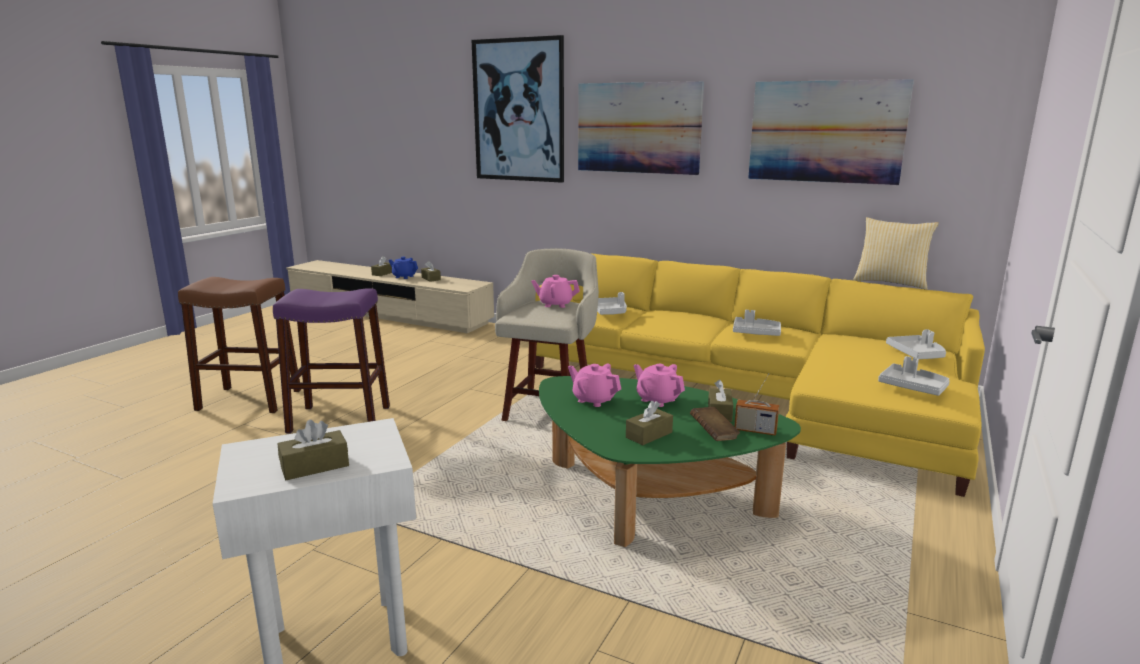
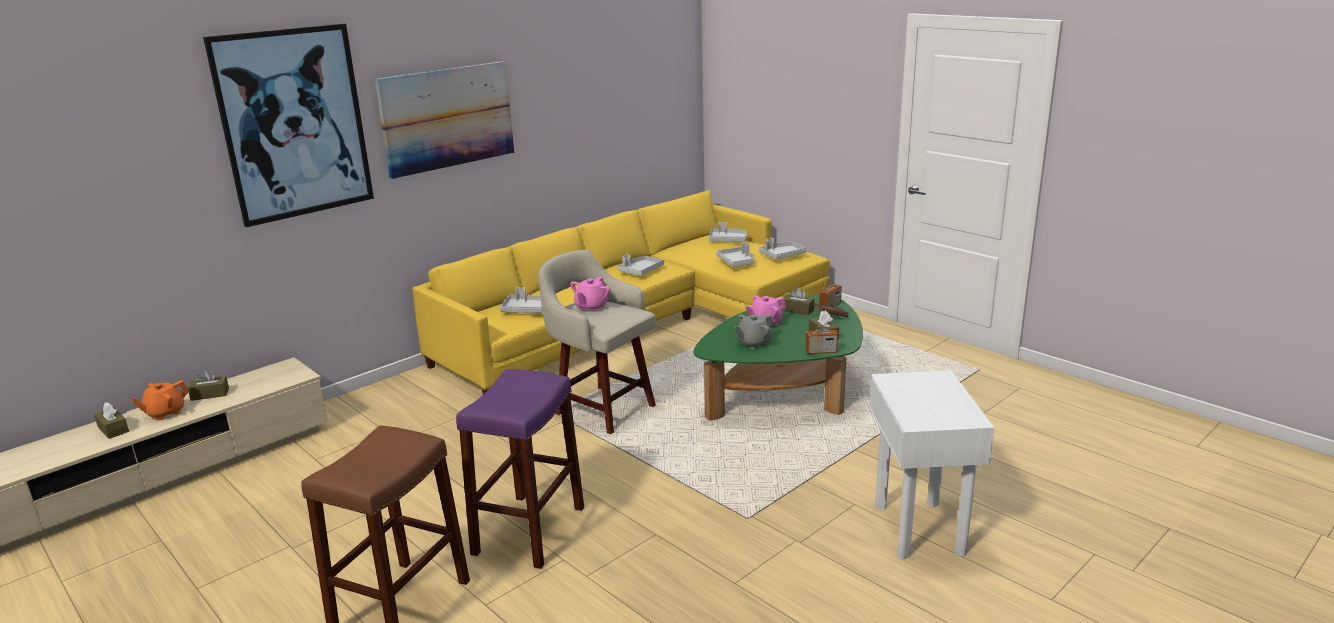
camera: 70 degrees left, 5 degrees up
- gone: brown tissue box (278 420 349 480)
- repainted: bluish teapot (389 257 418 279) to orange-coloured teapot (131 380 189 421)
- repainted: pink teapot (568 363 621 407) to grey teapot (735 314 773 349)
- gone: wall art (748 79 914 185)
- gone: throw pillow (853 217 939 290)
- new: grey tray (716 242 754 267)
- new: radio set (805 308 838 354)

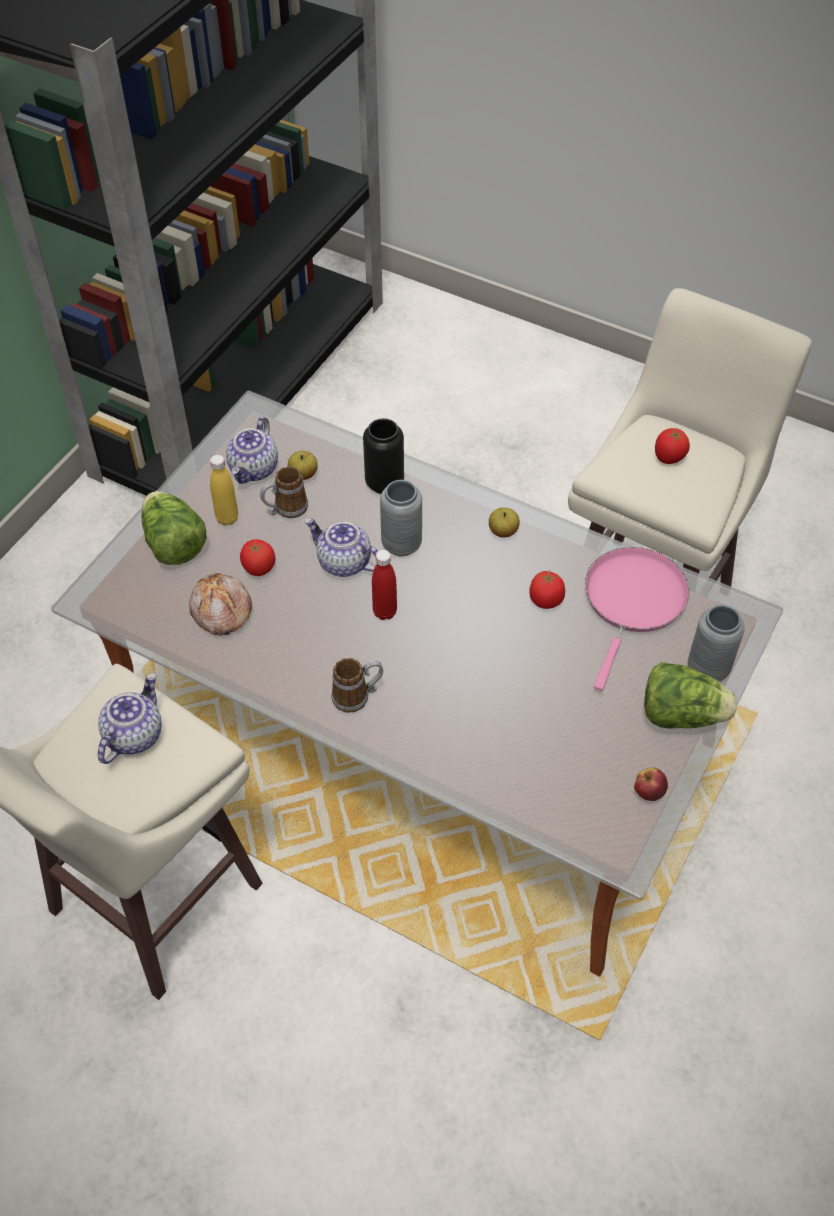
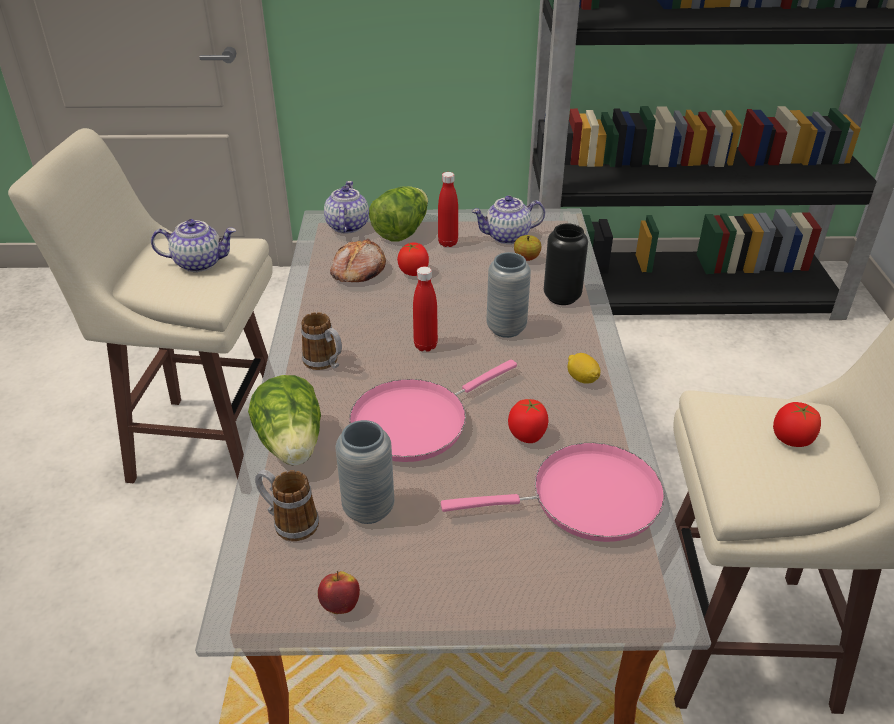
camera: 60 degrees right, 15 degrees down
- repainted: yellow drink bottle (210 455 238 525) to reddish drink bottle (438 172 458 247)
- shifted: coffee mug (260 466 308 518) to (255 470 319 541)
- shifted: teapot (304 518 378 577) to (324 181 369 234)
- swapped: apple (489 507 520 538) to whole lemon (567 353 601 384)
- shifted: head of lettuce (644 662 737 729) to (248 375 321 465)
- shifted: grey flower vase (688 605 745 682) to (336 420 394 524)
- new: pink skillet (349 359 517 462)

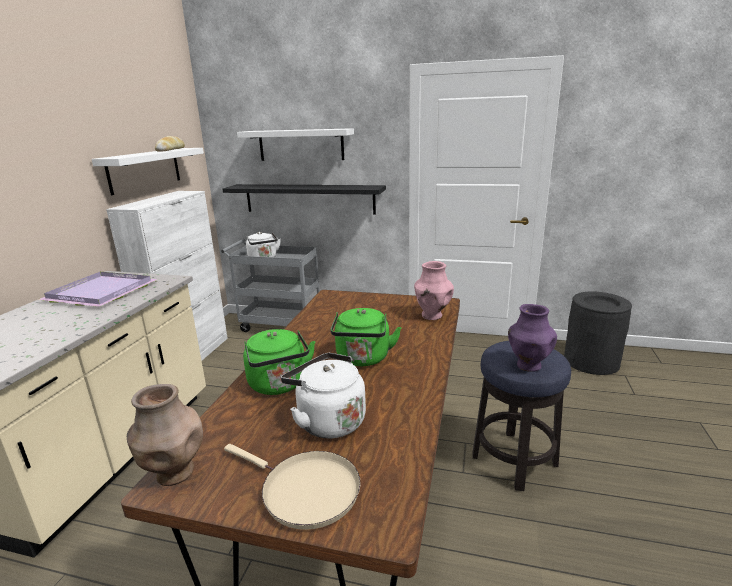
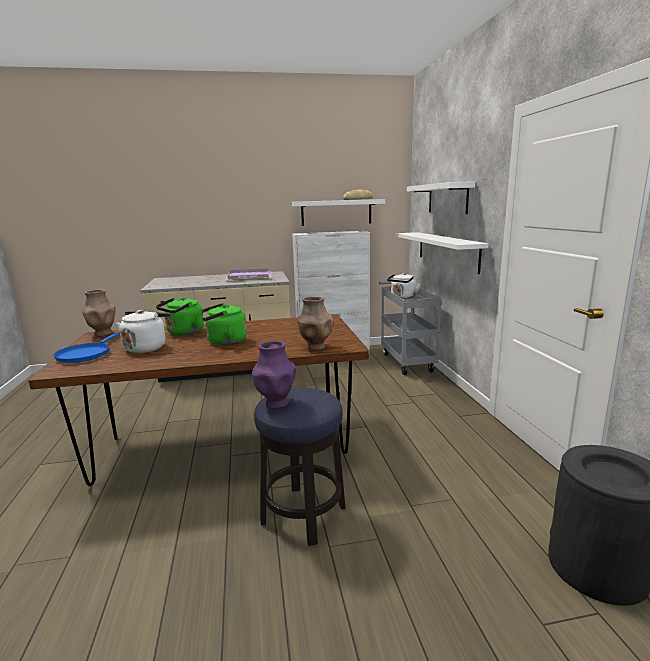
camera: 65 degrees right, 5 degrees down
- repainted: black-coloured wall shelf (223 184 386 215) to white wall shelf (396 232 489 274)
- repainted: beige skillet (224 444 361 530) to bluish skillet (53 333 119 363)
- repainted: pink flower vase (414 261 454 320) to brown flower vase (297 296 333 351)

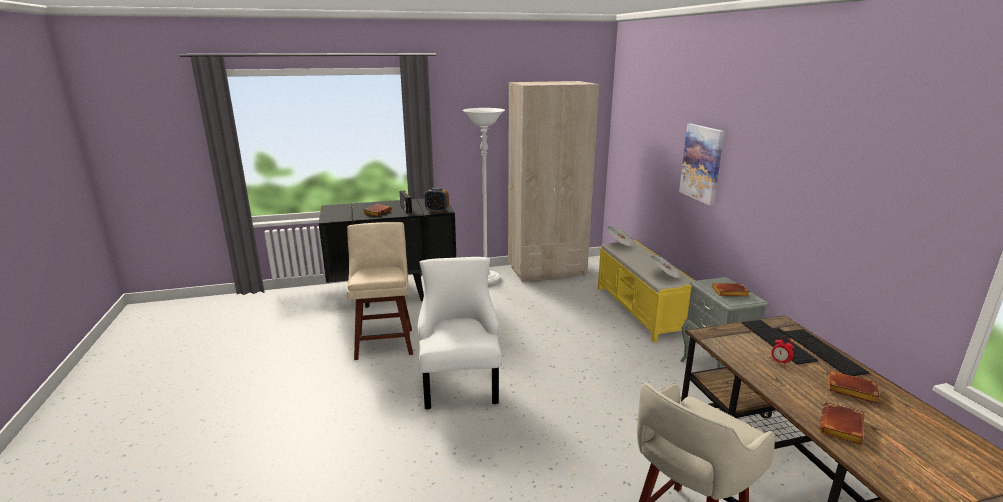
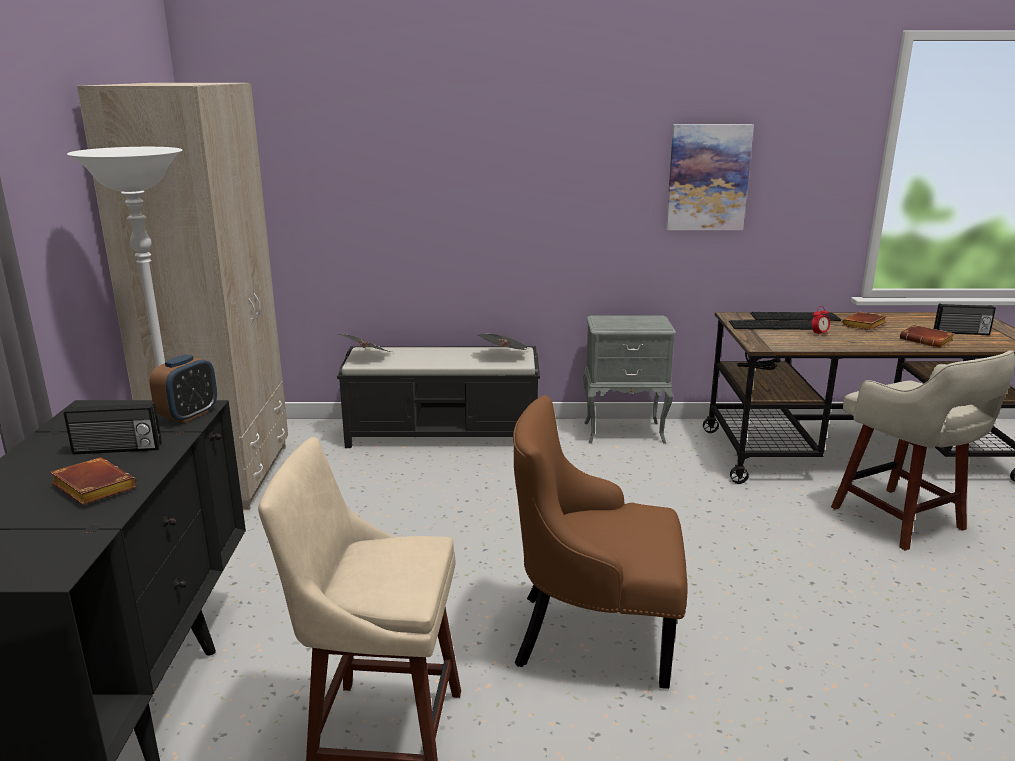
camera: 75 degrees left, 0 degrees up
- repainted: white plain chair (418 257 502 410) to brown plain chair (513 395 688 689)
- repainted: yellow long seat (598 240 695 343) to black-coloured long seat (337 346 540 448)
- shifted: wall art (679 124 725 206) to (666 124 754 230)
- gone: brown volume (712 283 750 296)
- new: radio set (934 303 996 335)

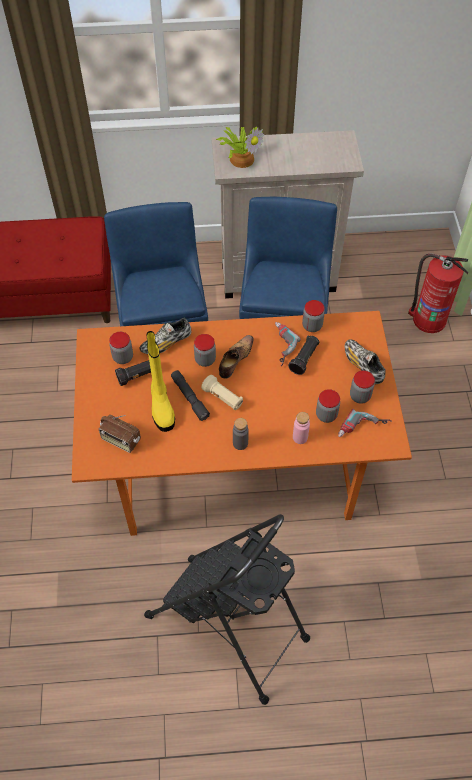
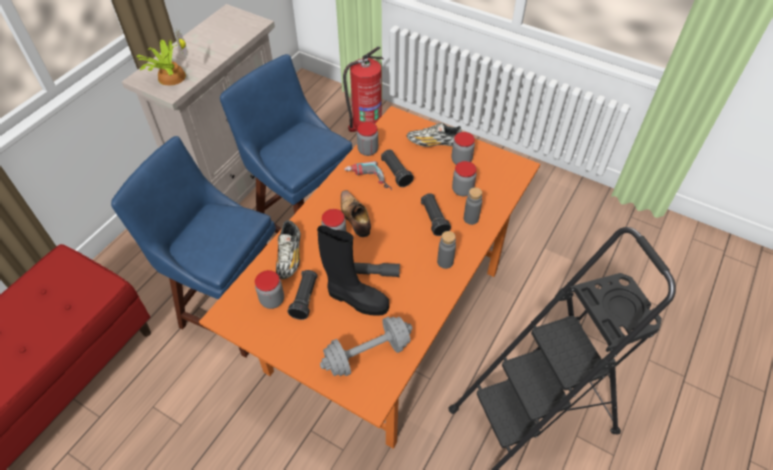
camera: 55 degrees left, 5 degrees down
- swapped: radio set (99 415 141 453) to grey free weight (320 316 412 376)
- repainted: yellow boot (147 331 175 432) to black-coloured boot (317 225 389 316)
- gone: beige torch (201 375 243 410)
- repainted: pink drink bottle (293 412 310 444) to grey drink bottle (464 187 482 225)
- gone: power drill (338 409 392 437)
- new: black-coloured torch (421 193 451 236)

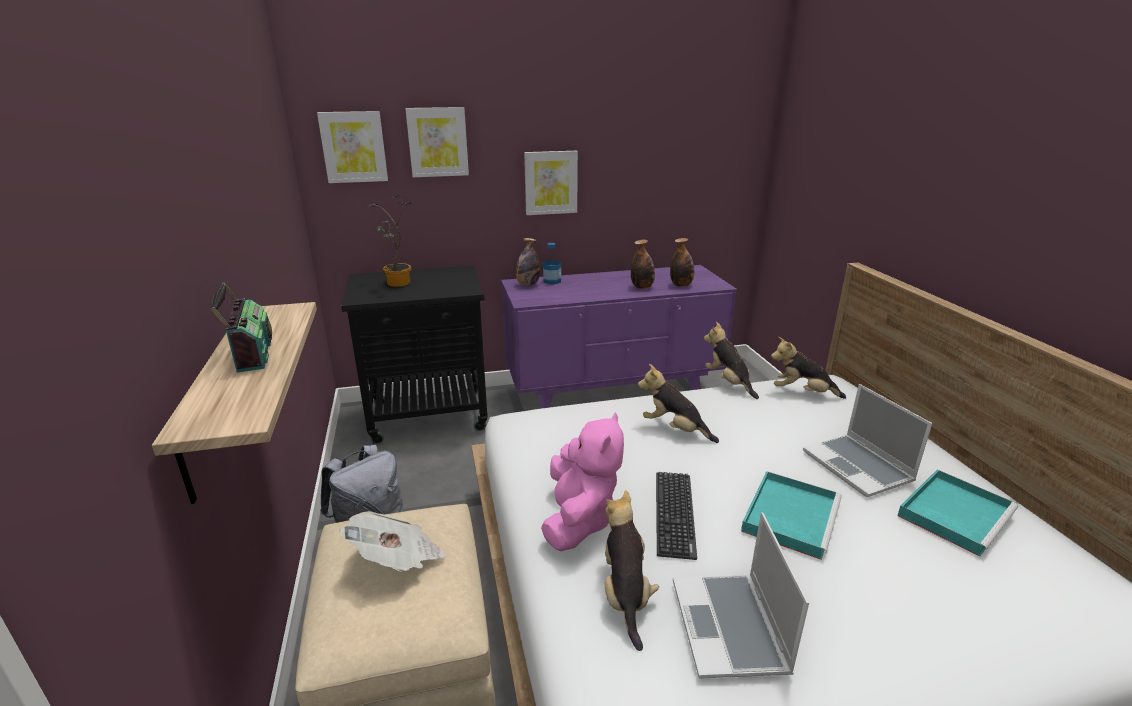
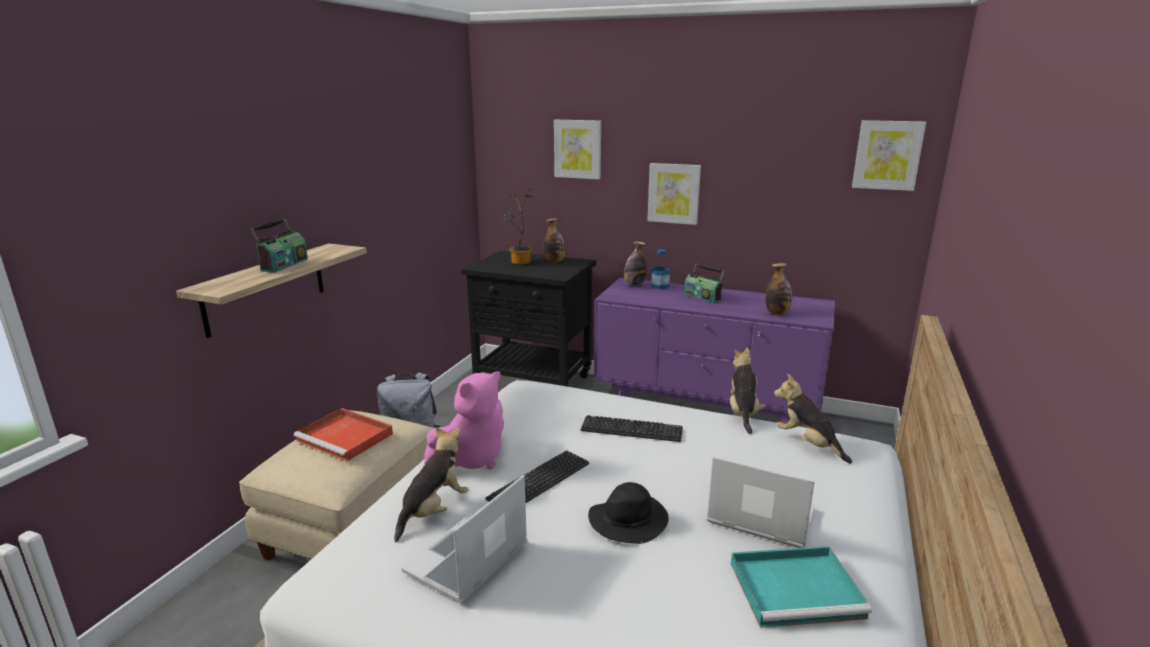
camera: 35 degrees right, 5 degrees down
- shifted: wall art (317 111 388 183) to (852 120 926 191)
- swapped: newspaper (339 511 446 572) to reddish tray (294 408 393 461)
- shifted: drink bottle (631 239 655 289) to (544 218 565 262)
- swapped: cuddly toy (638 364 719 443) to PC keyboard (580 415 683 442)
- swapped: blue-green tray (741 471 842 560) to black-coloured wearable hat (588 482 669 544)
- rotated: laptop (803 384 932 497) = (707 456 815 548) 105 degrees clockwise
- new: radio set (684 264 725 303)

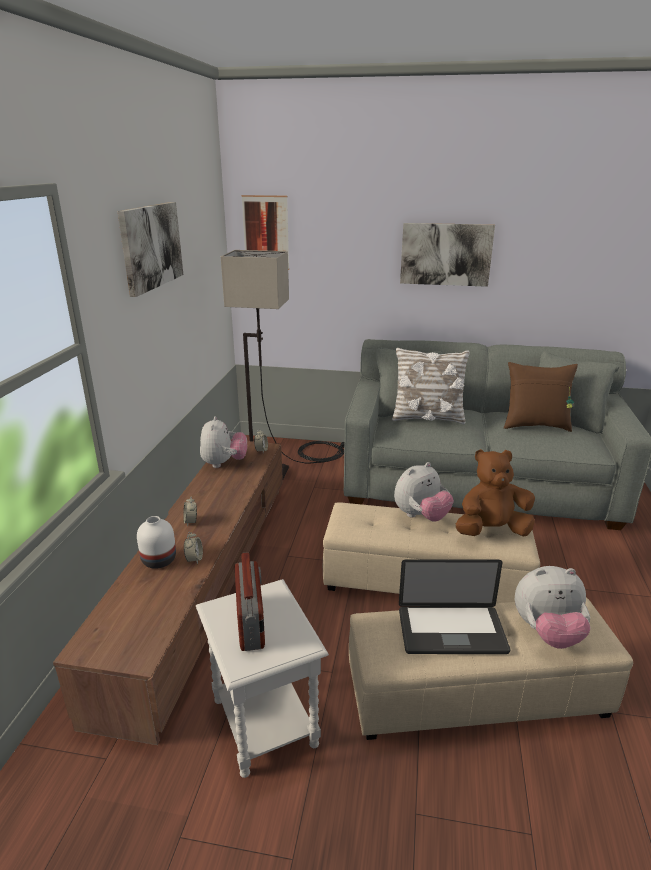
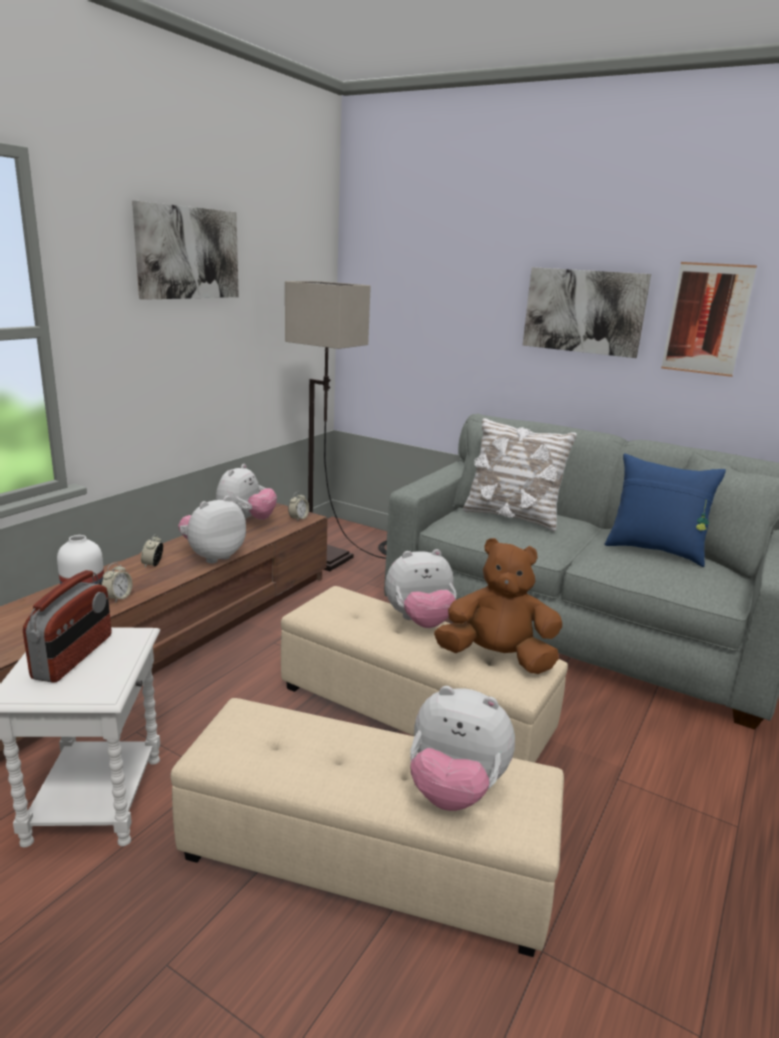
camera: 20 degrees right, 5 degrees down
- shifted: wall art (241 195 289 270) to (661 262 757 377)
- gone: laptop (399 559 510 654)
- repainted: brown throw pillow (504 362 578 432) to bluish throw pillow (604 453 726 567)
- new: cuddly toy (178 496 246 563)

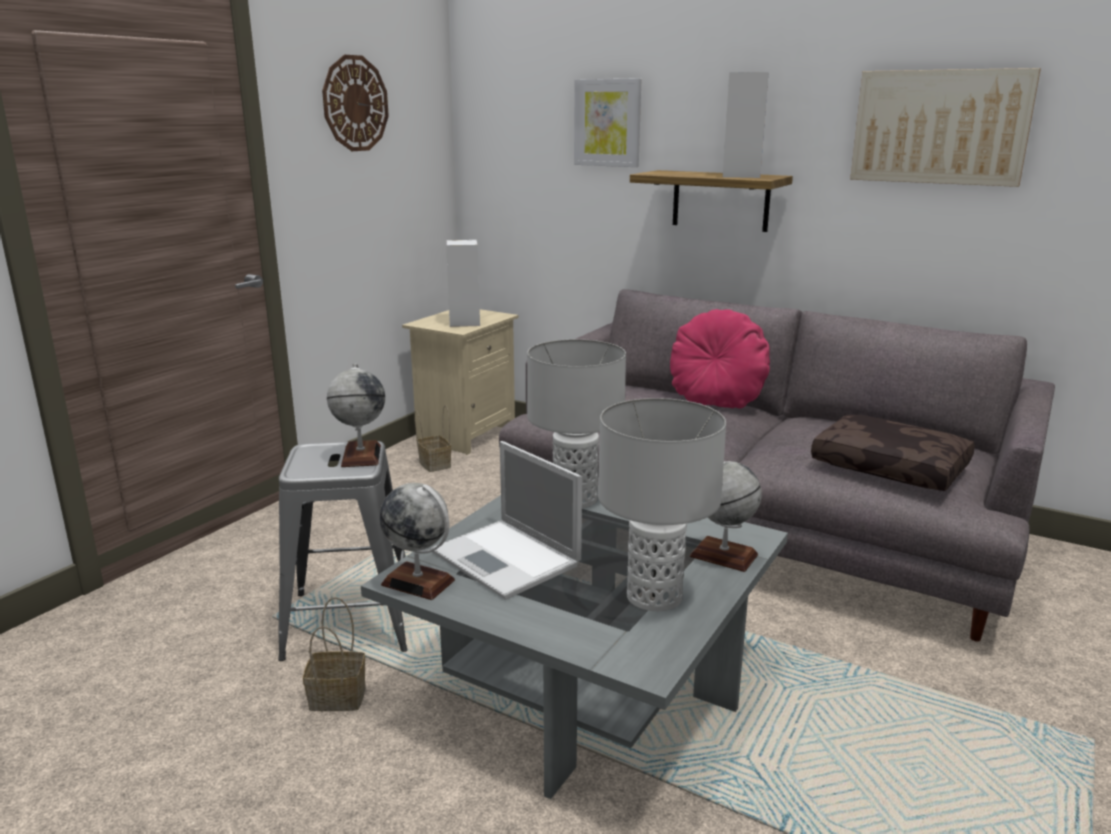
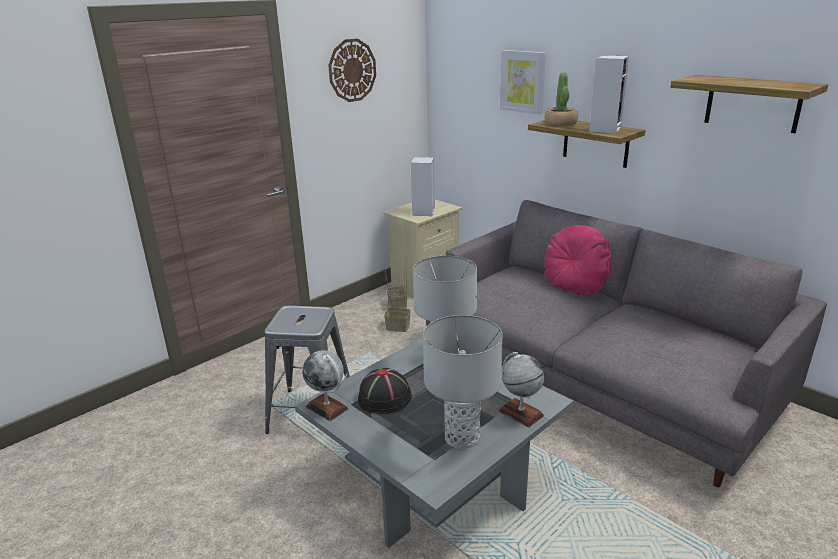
camera: 15 degrees right, 5 degrees up
- shifted: basket (303 597 366 711) to (384 284 410 332)
- gone: globe (327 364 385 467)
- swapped: laptop (431 441 582 600) to black-coloured wearable hat (358 368 412 414)
- gone: brown throw pillow (811 414 975 491)
- swapped: wall art (850 68 1041 187) to wall shelf (670 75 829 133)
- new: plant in a pot (545 72 578 126)

